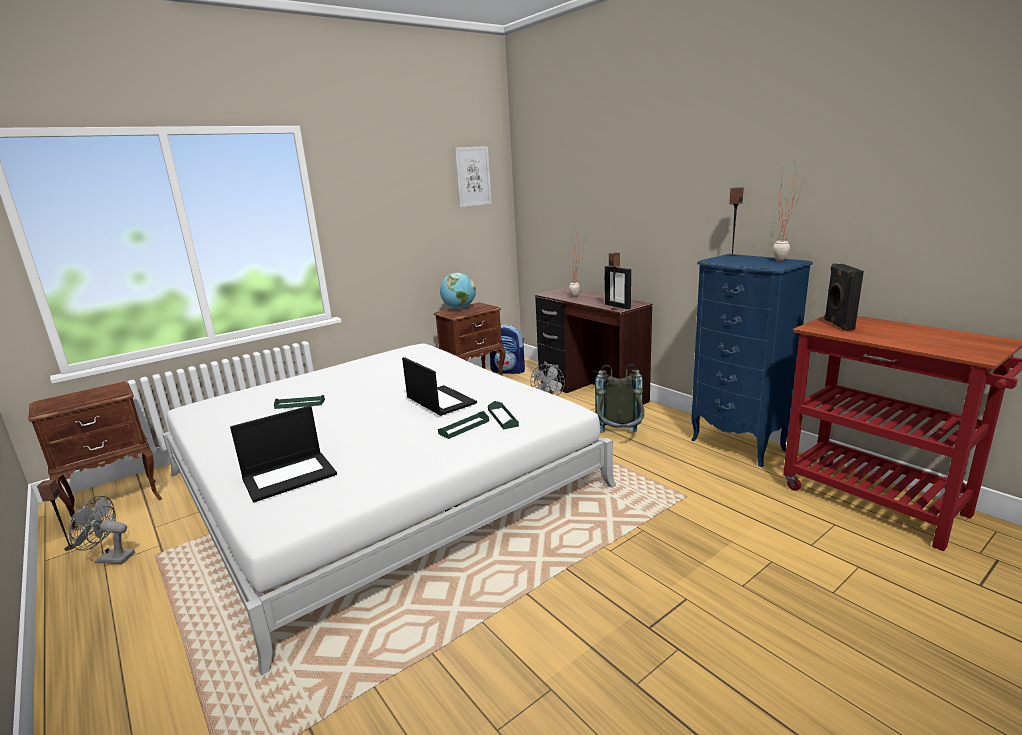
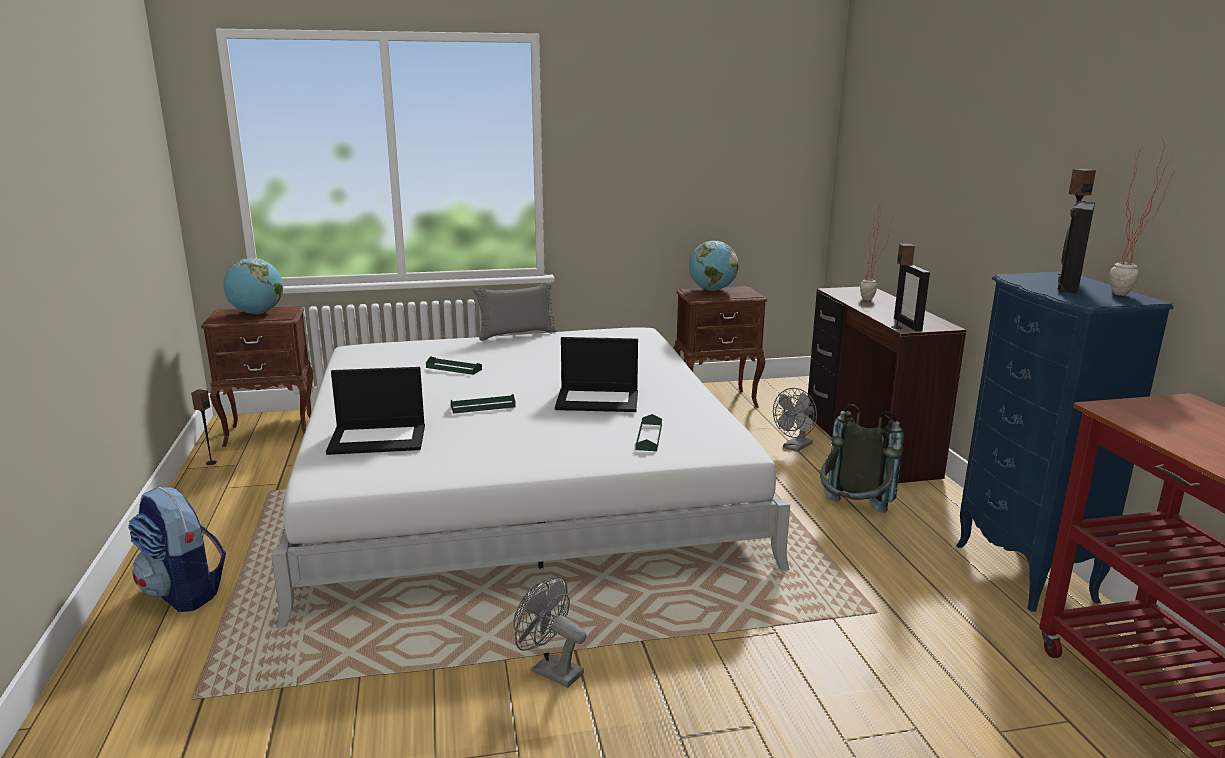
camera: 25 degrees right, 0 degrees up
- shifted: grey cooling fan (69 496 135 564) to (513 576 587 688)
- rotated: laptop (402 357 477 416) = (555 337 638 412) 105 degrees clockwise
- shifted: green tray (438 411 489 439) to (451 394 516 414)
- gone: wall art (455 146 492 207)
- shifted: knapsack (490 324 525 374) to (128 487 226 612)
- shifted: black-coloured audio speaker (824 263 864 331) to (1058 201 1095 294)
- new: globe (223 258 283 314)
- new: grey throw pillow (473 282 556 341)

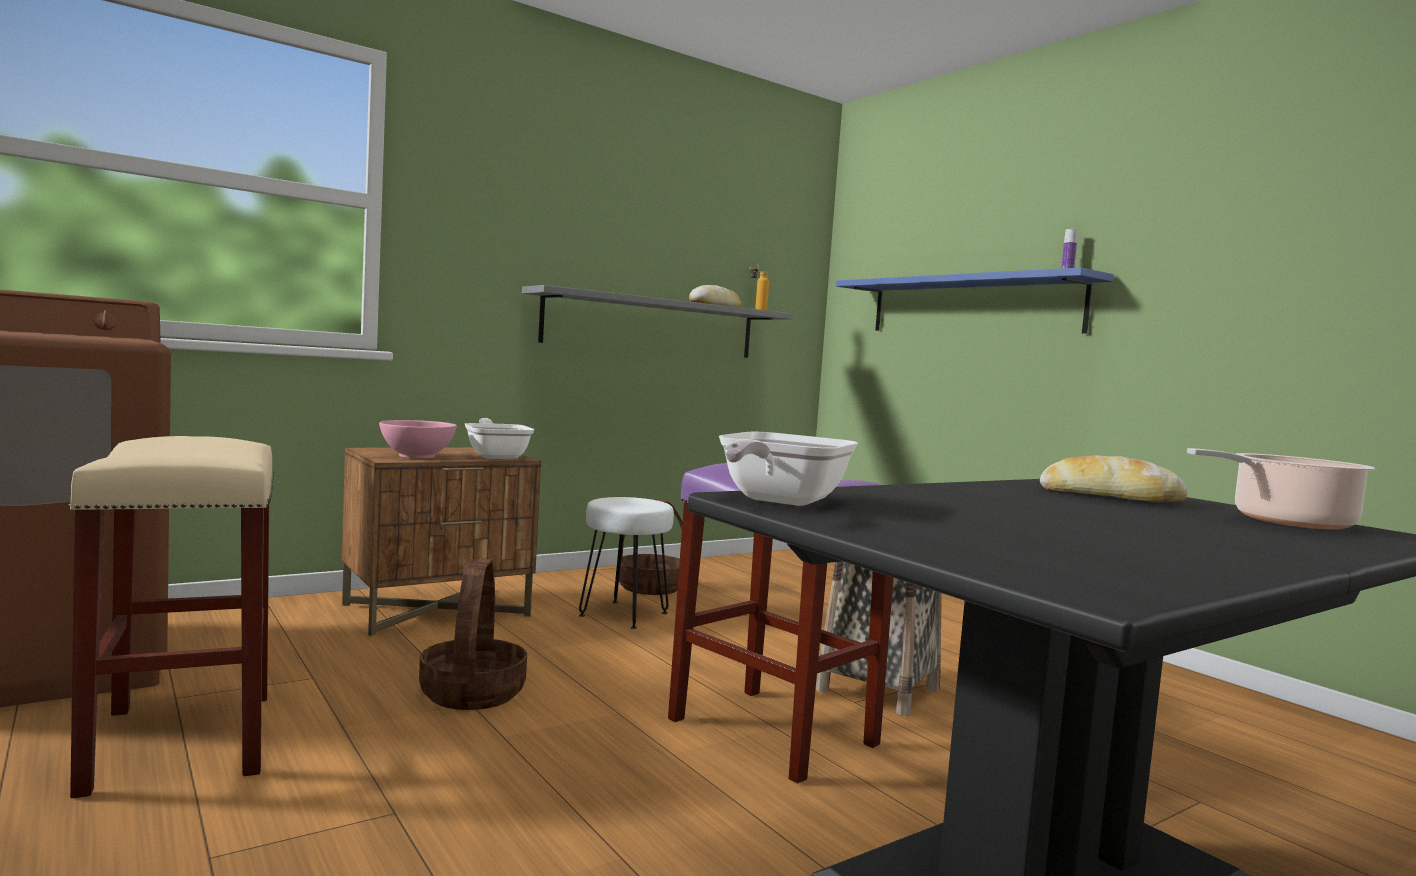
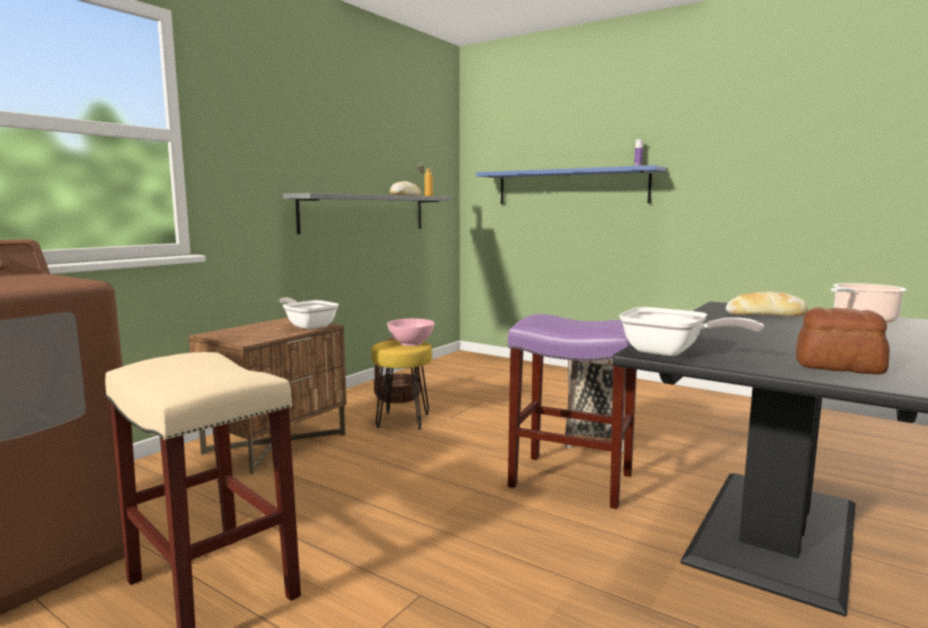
camera: 20 degrees left, 5 degrees up
- shifted: pink bowl (379 420 457 458) to (387 319 435 346)
- gone: basket (419 558 527 710)
- repainted: white stool seat (579 497 674 629) to yellow stool seat (371 340 432 430)
- rotated: skillet (719 432 858 506) = (619 307 764 356) 60 degrees counterclockwise
- new: bakery bread (796 307 890 374)

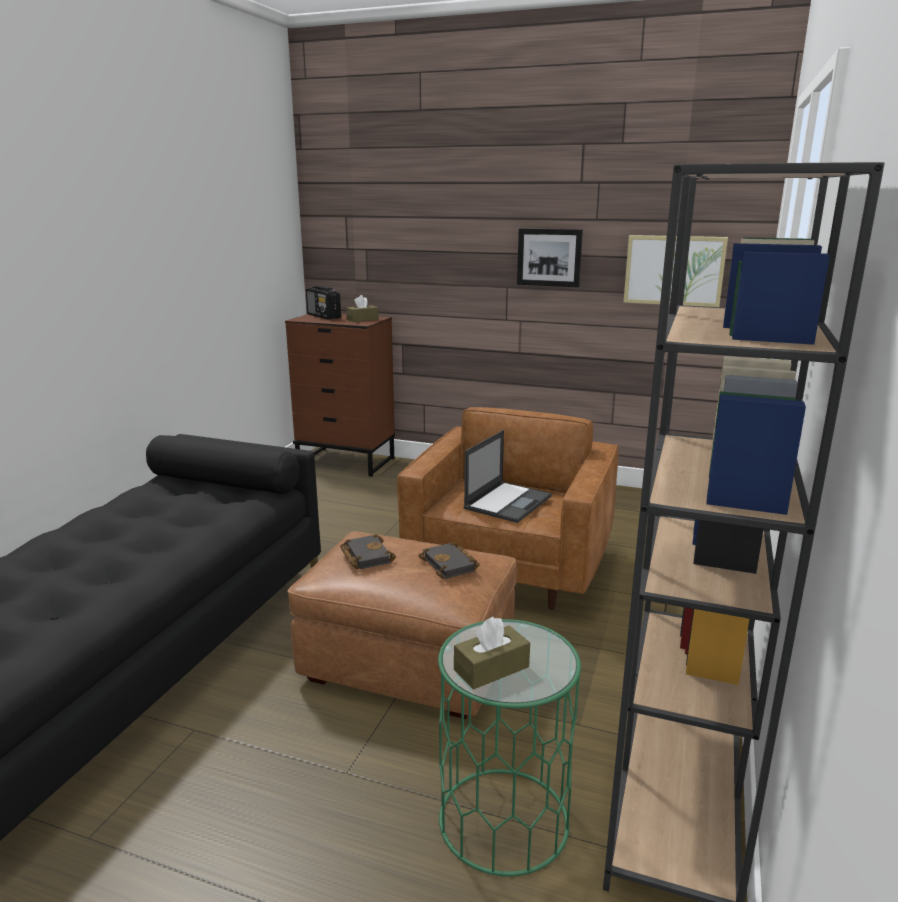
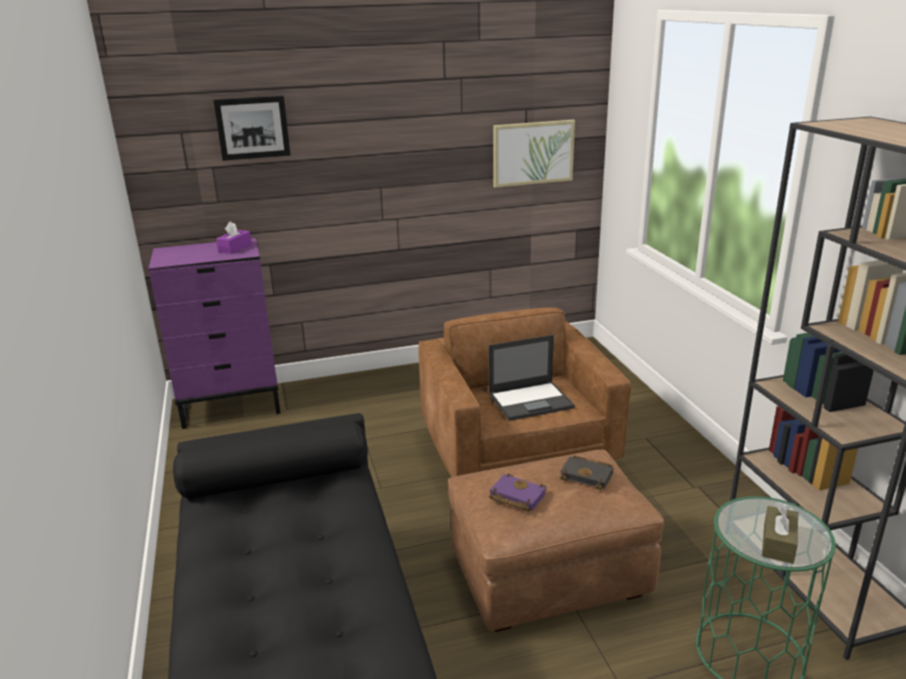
camera: 35 degrees left, 5 degrees up
- repainted: brown dresser (285 314 395 477) to purplish dresser (148 238 280 429)
- gone: radio set (306 285 341 320)
- repainted: black-coloured volume (340 534 396 569) to purplish volume (489 474 547 512)
- repainted: brown tissue box (346 295 379 322) to purplish tissue box (216 221 252 254)
- rotated: laptop (463 430 552 523) = (489 335 575 421) 75 degrees clockwise
- shifted: wall art (517 228 583 287) to (213 95 290 161)

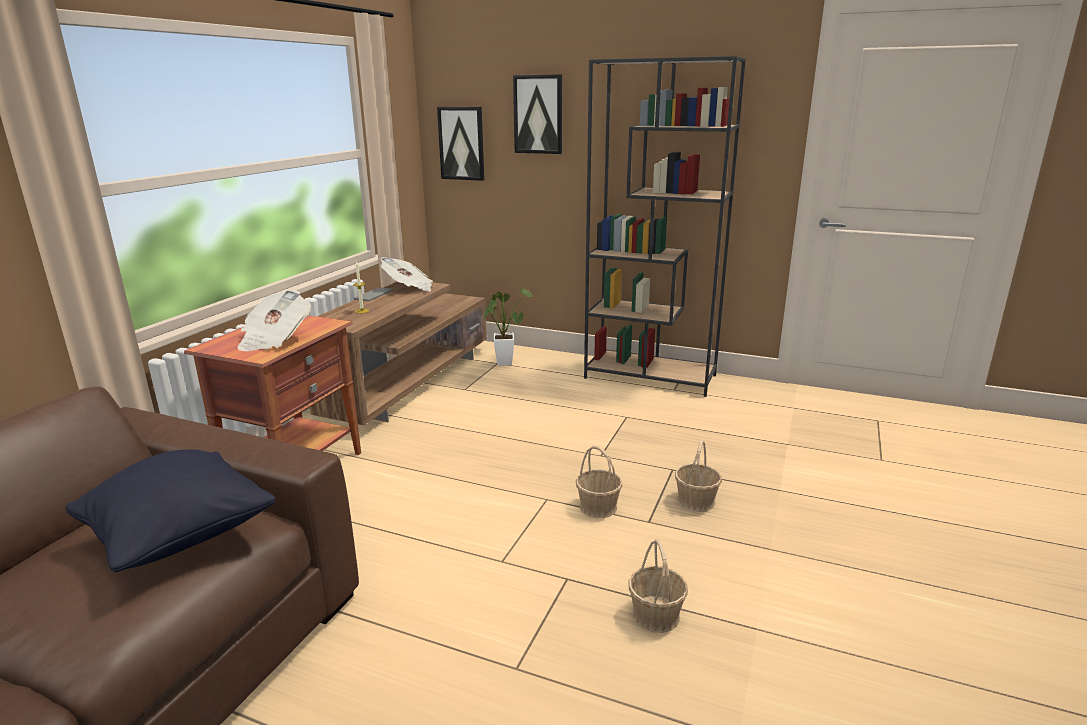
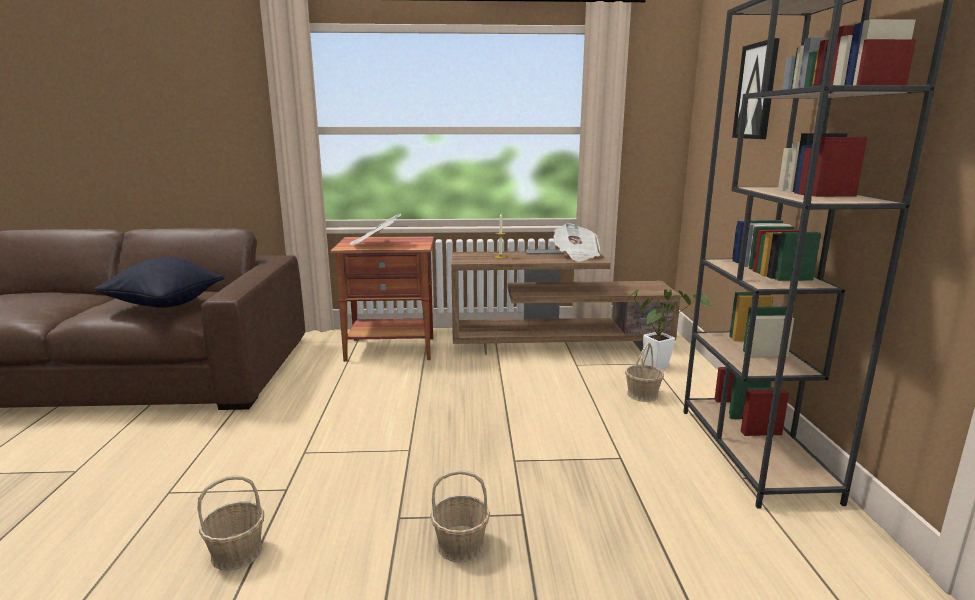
camera: 65 degrees right, 5 degrees down
- gone: wall art (437 107 485 181)
- shifted: basket (576 446 623 518) to (625 342 664 402)

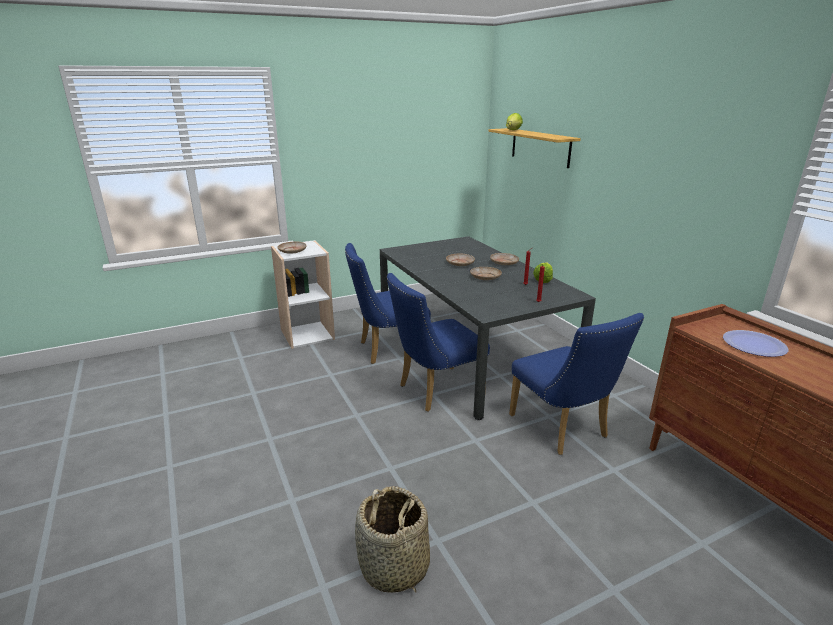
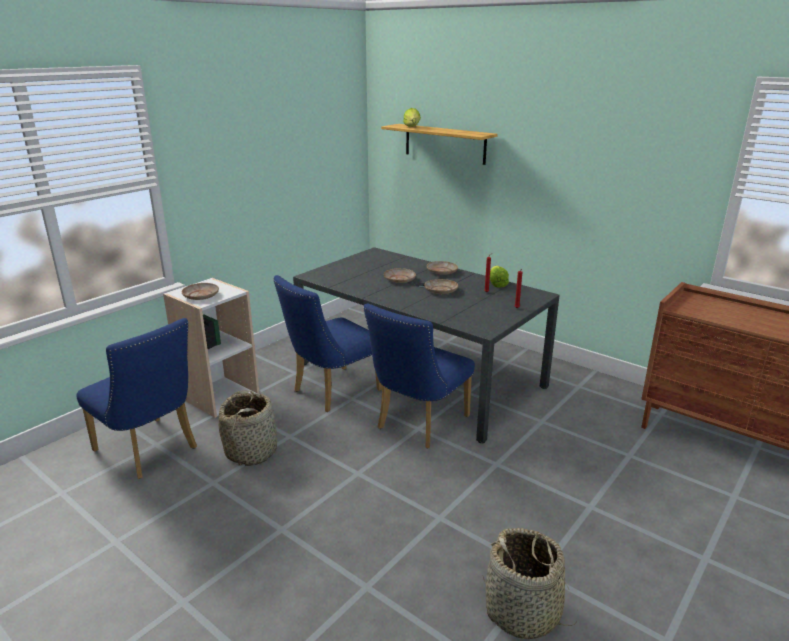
camera: 25 degrees left, 0 degrees up
- shifted: bluish plain chair (509 313 644 455) to (76 318 197 479)
- gone: flat dish (723 330 789 357)
- new: basket (219 390 277 466)

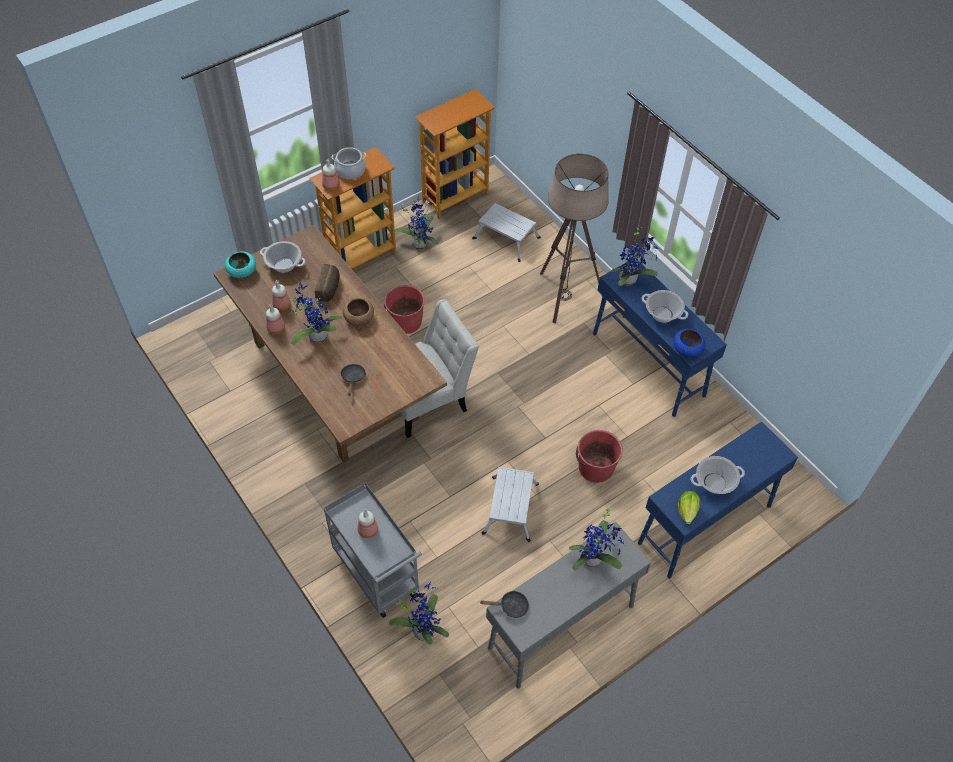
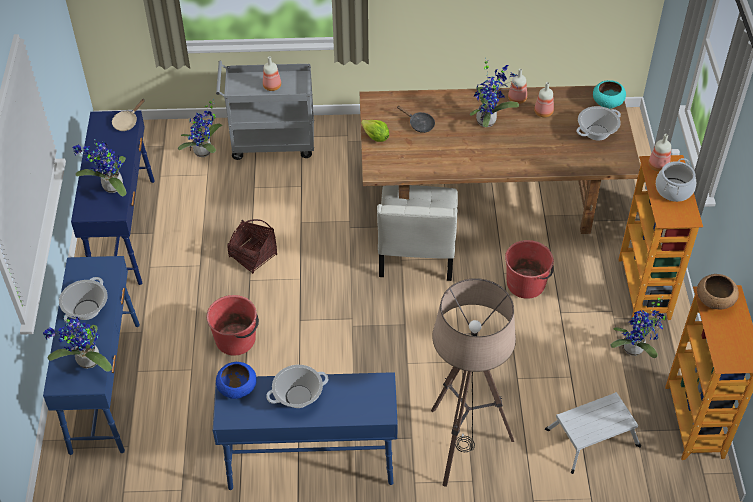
camera: 125 degrees right, 5 degrees down
- gone: bakery bread (315 264 340 302)
- shifted: brown bowl (343 298 374 326) to (697 274 739 309)
- repainted: black-coloured skillet (480 591 529 618) to beige skillet (112 99 145 131)
- swapped: white step ladder (481 467 539 542) to basket (228 219 277 274)
- repainted: grey narrow table (486 522 651 689) to bluish narrow table (71 110 155 285)
- shifted: plant in a pot (611 225 659 286) to (43 316 112 372)
- shifted: head of lettuce (678 491 700 524) to (361 120 389 142)

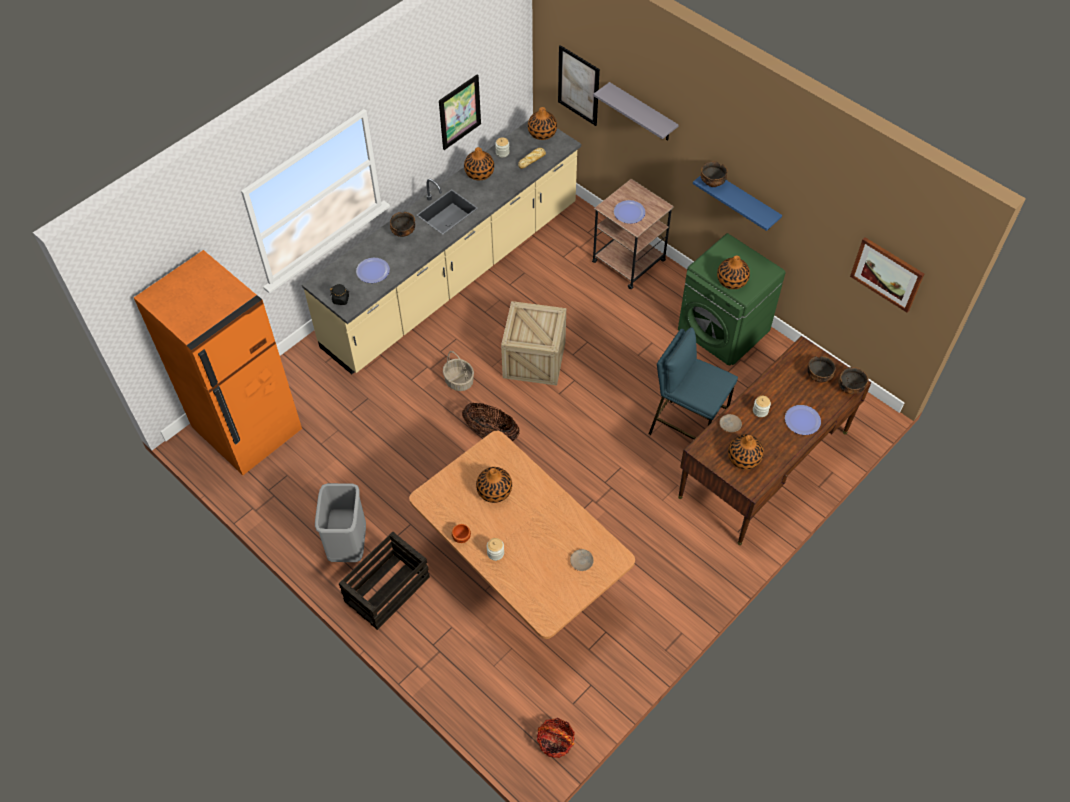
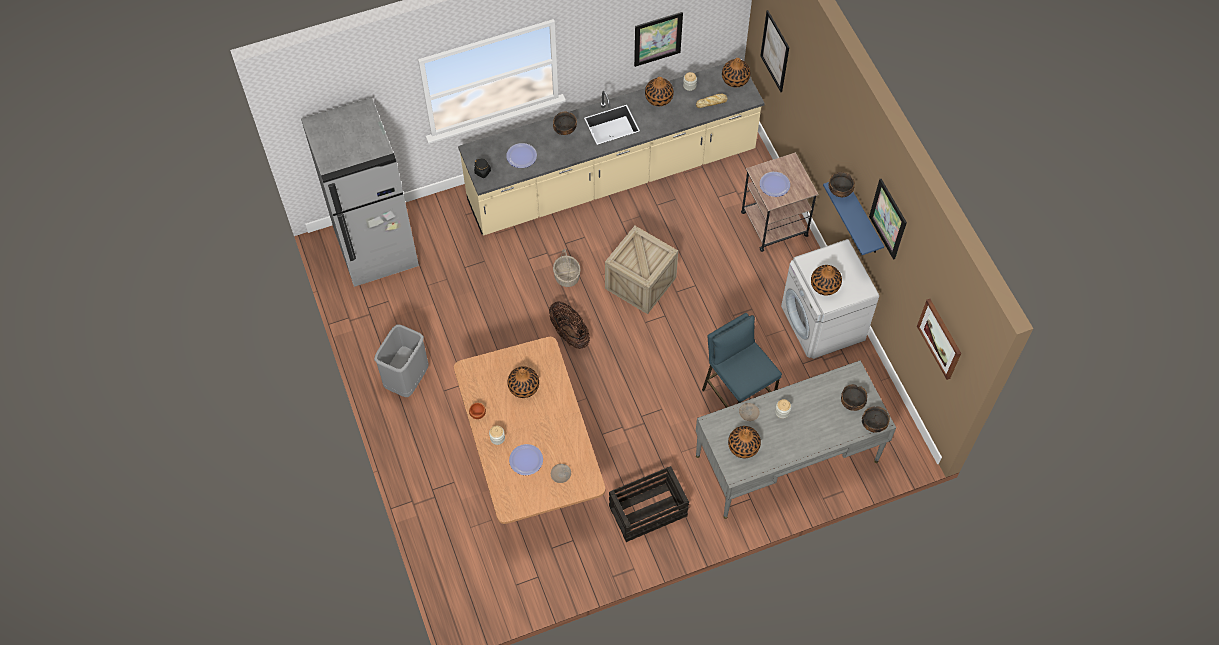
camera: 25 degrees right, 5 degrees up
- repainted: orange-coloured kitchen fridge (134 250 302 475) to grey kitchen fridge (301 97 419 287)
- shifted: crate (339 532 430 630) to (609 466 689 542)
- gone: basket (537 718 575 758)
- gone: grey wall shelf (593 82 679 141)
- repainted: green washing machine (678 233 786 365) to white washing machine (781 239 879 359)
- repainted: brown desk unit (678 336 871 545) to grey desk unit (696 360 896 519)
- shifted: flat dish (785 405 821 435) to (509 444 543 475)
- new: wall art (869 179 907 260)

